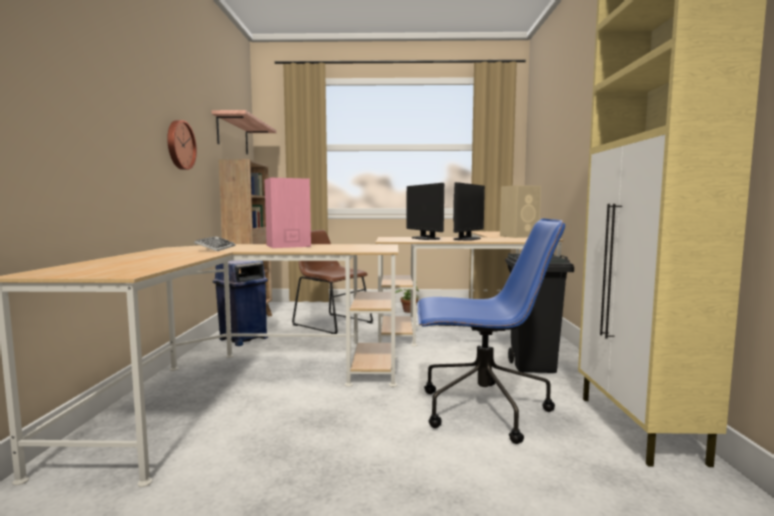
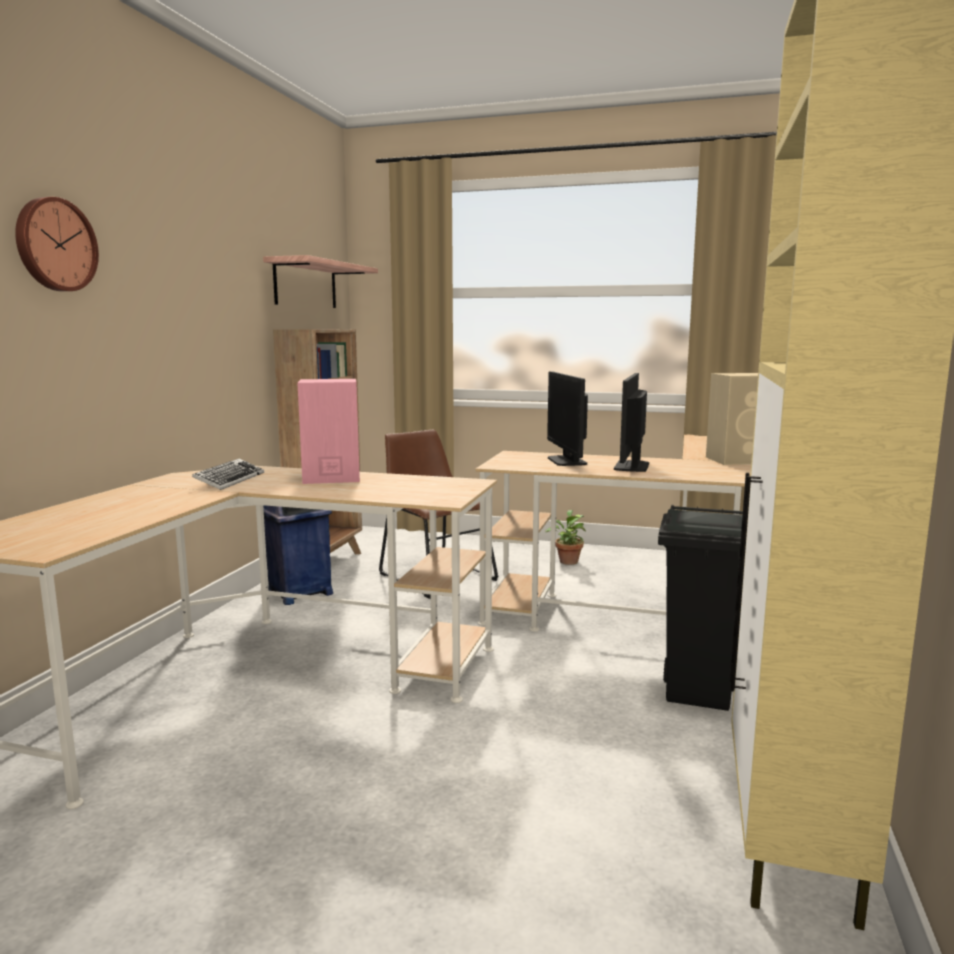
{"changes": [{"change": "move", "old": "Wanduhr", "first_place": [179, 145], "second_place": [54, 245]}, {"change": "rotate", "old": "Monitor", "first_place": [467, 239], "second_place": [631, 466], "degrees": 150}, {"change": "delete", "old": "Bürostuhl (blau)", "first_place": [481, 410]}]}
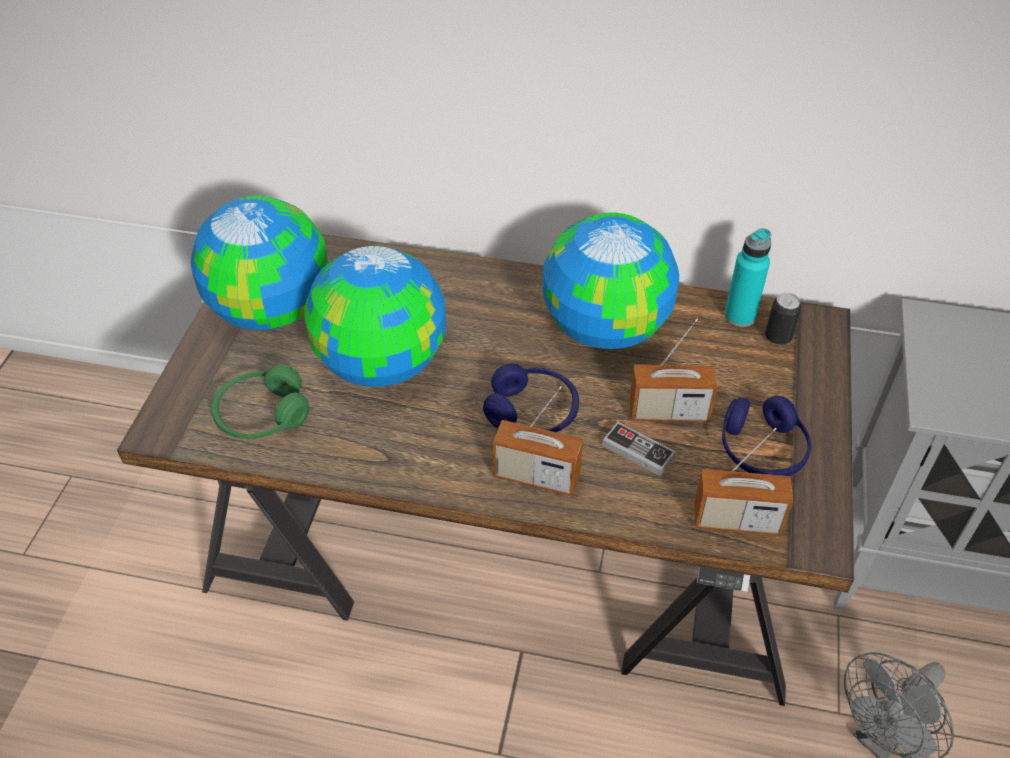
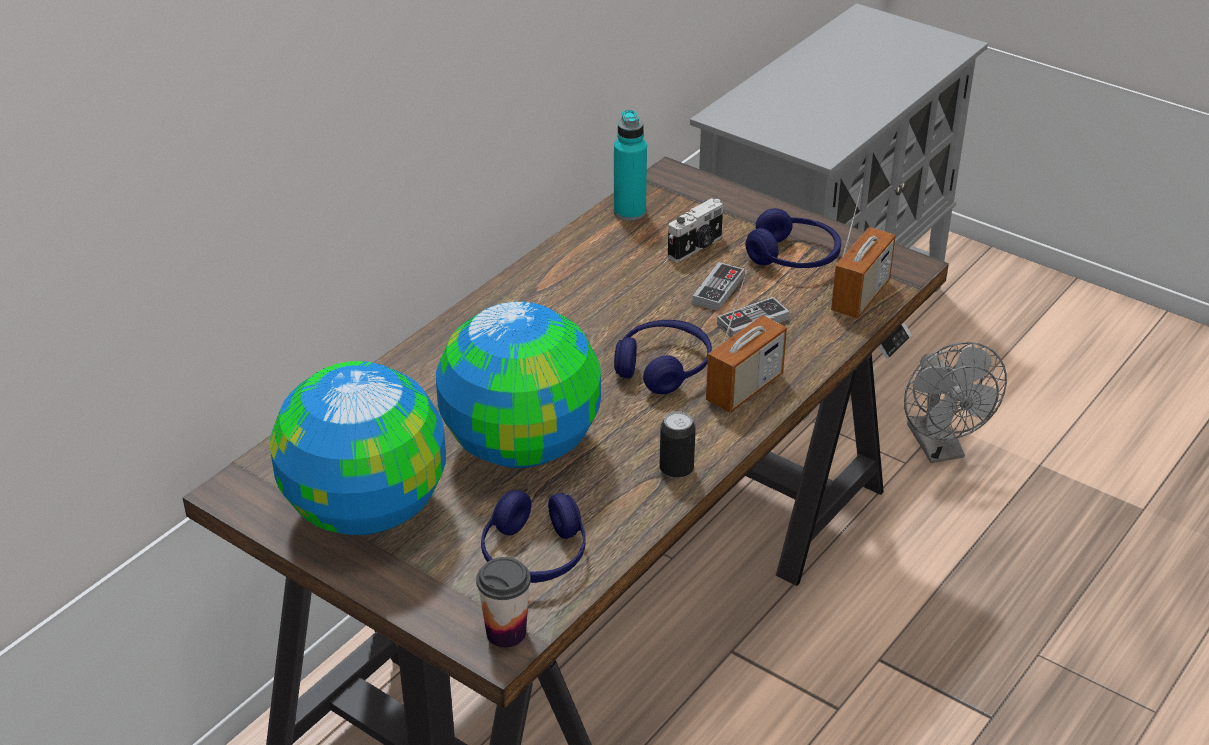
{"changes": [{"change": "delete", "old": "Globus", "first_place": [604, 328]}, {"change": "move", "old": "Dose", "first_place": [778, 337], "second_place": [676, 469]}, {"change": "replace", "old": "Radio", "new": "Gamepad", "first_place": [668, 412], "second_place": [718, 290]}, {"change": "recolor", "old": "Kopfhörer (grün)", "new": "Kopfhörer (blau)", "first_place": [262, 415], "second_place": [534, 554]}, {"change": "insert", "new": "Kamera", "second_place": [696, 247]}, {"change": "insert", "new": "Tasse", "second_place": [506, 632]}]}
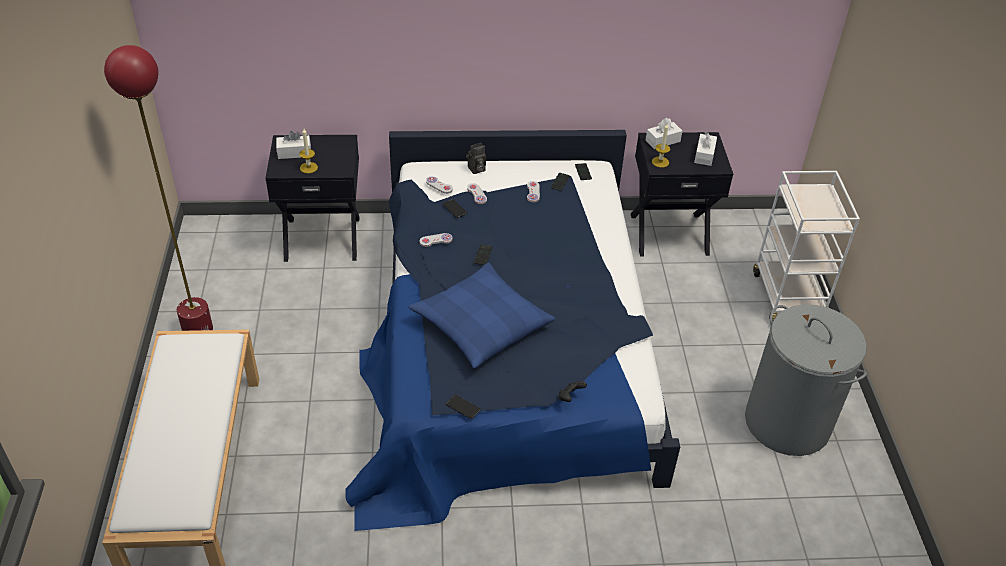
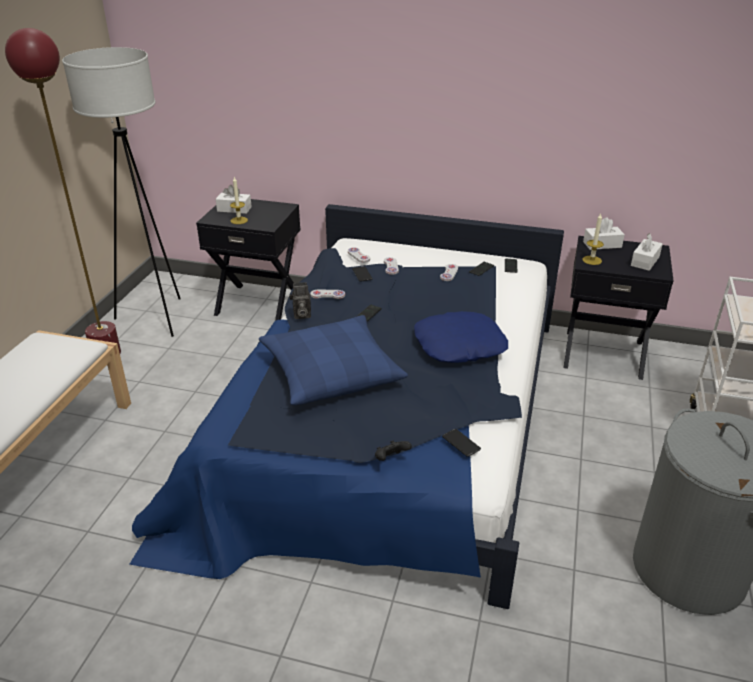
{"changes": [{"change": "move", "old": "Kamera", "first_place": [476, 169], "second_place": [301, 315]}, {"change": "move", "old": "Handy", "first_place": [463, 407], "second_place": [461, 443]}, {"change": "insert", "new": "Stehlampe (weiß)", "second_place": [156, 318]}, {"change": "insert", "new": "Kissen (blau)", "second_place": [459, 345]}]}
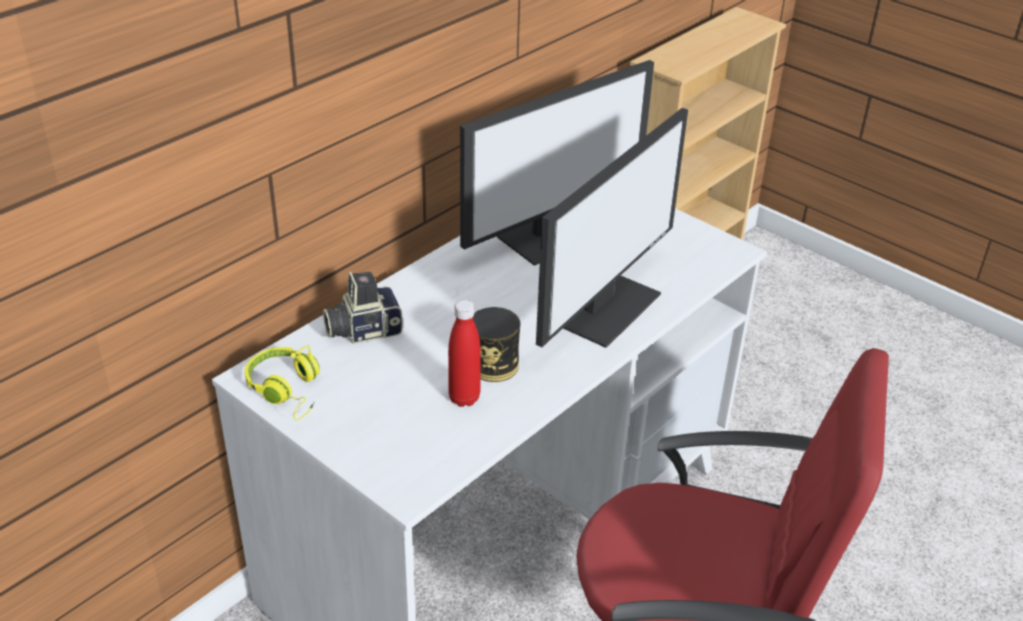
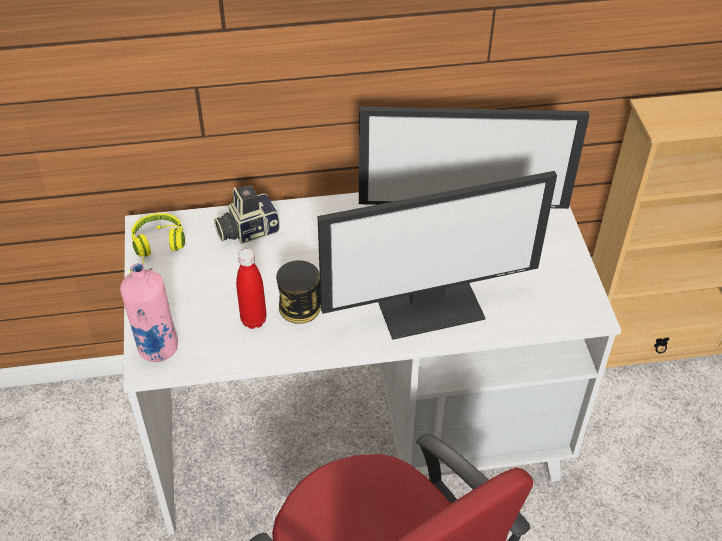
{"changes": [{"change": "rotate", "old": "Kamera", "first_place": [363, 329], "second_place": [247, 230], "degrees": -45}, {"change": "insert", "new": "Flasche (rosa)", "second_place": [157, 348]}]}
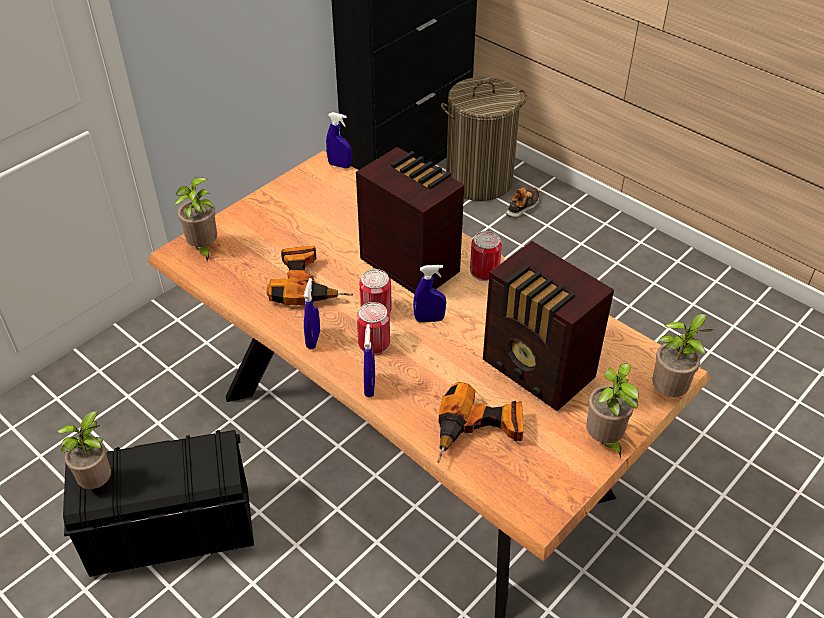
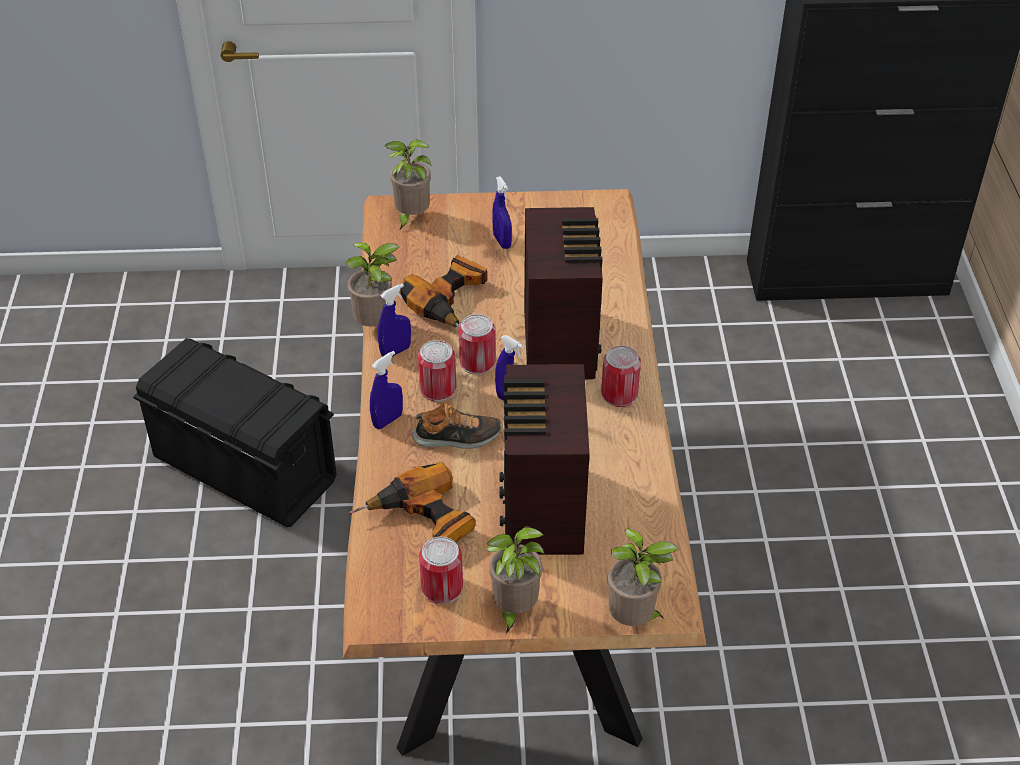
{"changes": [{"change": "delete", "old": "Wäschekorb", "first_place": [479, 181]}, {"change": "move", "old": "Sprühflasche (blau)", "first_place": [339, 165], "second_place": [502, 241]}, {"change": "move", "old": "Schuh", "first_place": [523, 206], "second_place": [457, 437]}, {"change": "move", "old": "Topfpflanze", "first_place": [99, 482], "second_place": [376, 326]}, {"change": "insert", "new": "Dose", "second_place": [442, 588]}]}
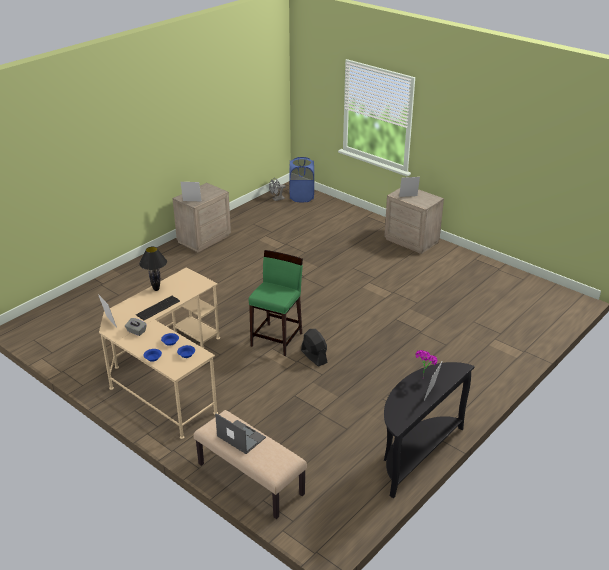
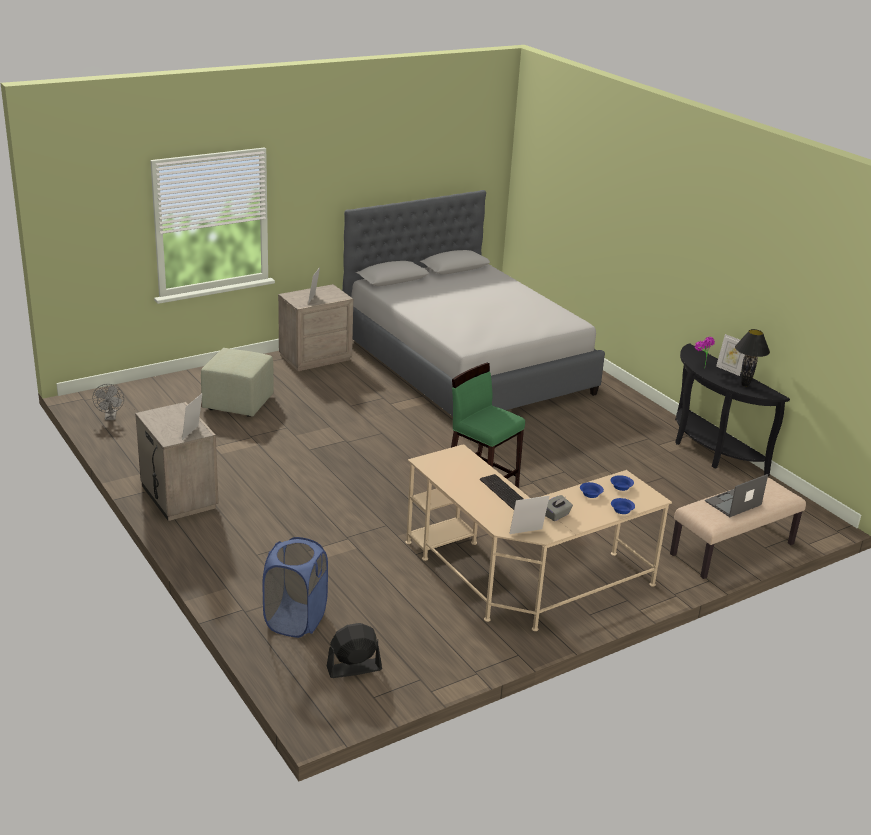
{"changes": [{"change": "move", "old": "Wäschekorb (blau)", "first_place": [302, 197], "second_place": [295, 620]}, {"change": "move", "old": "Tischlampe (schwarz)", "first_place": [156, 289], "second_place": [744, 385]}, {"change": "move", "old": "Ventilator (schwarz)", "first_place": [314, 356], "second_place": [354, 668]}, {"change": "insert", "new": "Bett (grau)", "second_place": [466, 366]}, {"change": "insert", "new": "Polsterhocker (grün)", "second_place": [238, 404]}]}
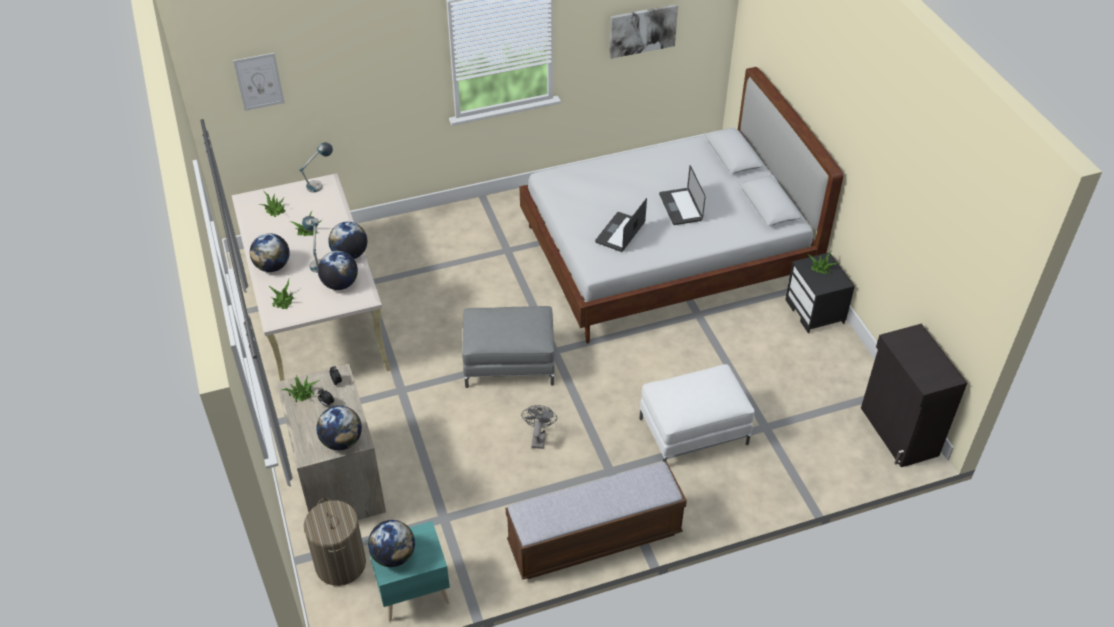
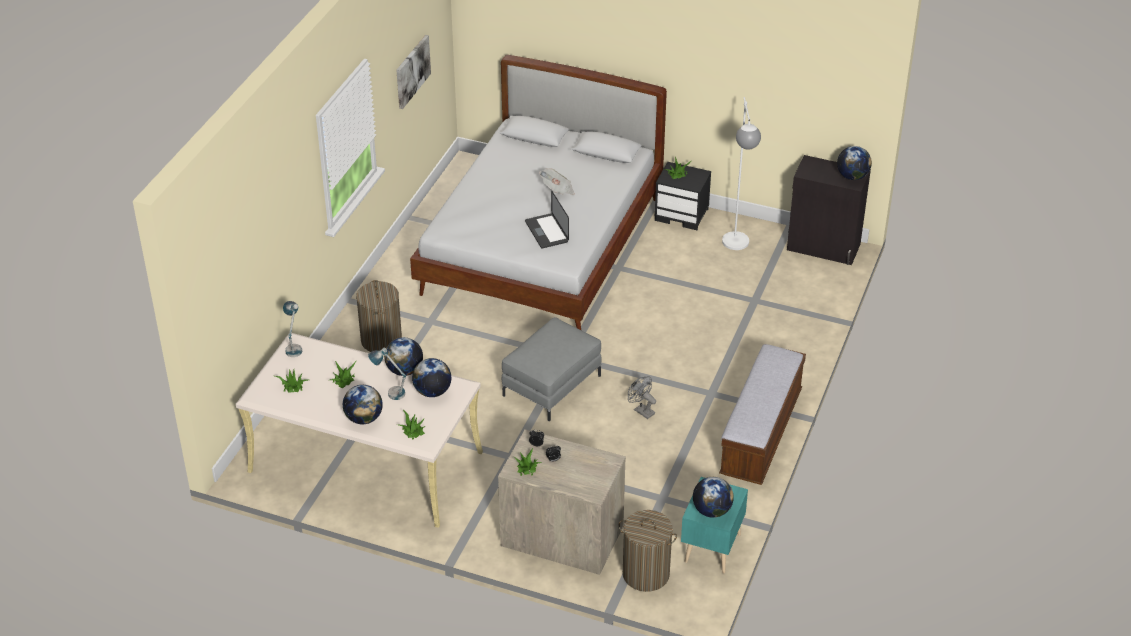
{"changes": [{"change": "delete", "old": "Bild", "first_place": [259, 81]}, {"change": "replace", "old": "Laptop", "new": "Zeitung", "first_place": [680, 207], "second_place": [557, 190]}, {"change": "delete", "old": "Polsterhocker (weiß)", "first_place": [693, 431]}, {"change": "move", "old": "Globus", "first_place": [342, 441], "second_place": [852, 176]}, {"change": "insert", "new": "Stehlampe (weiß)", "second_place": [737, 248]}, {"change": "insert", "new": "Wäschekorb", "second_place": [381, 340]}]}
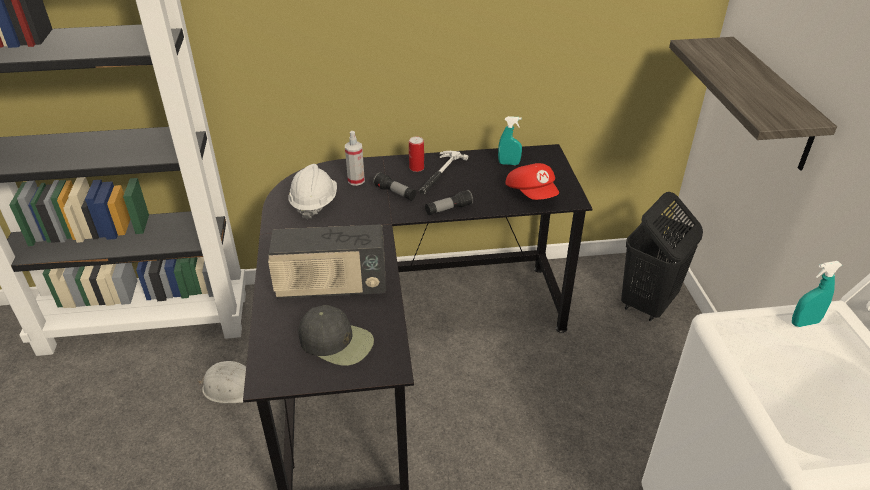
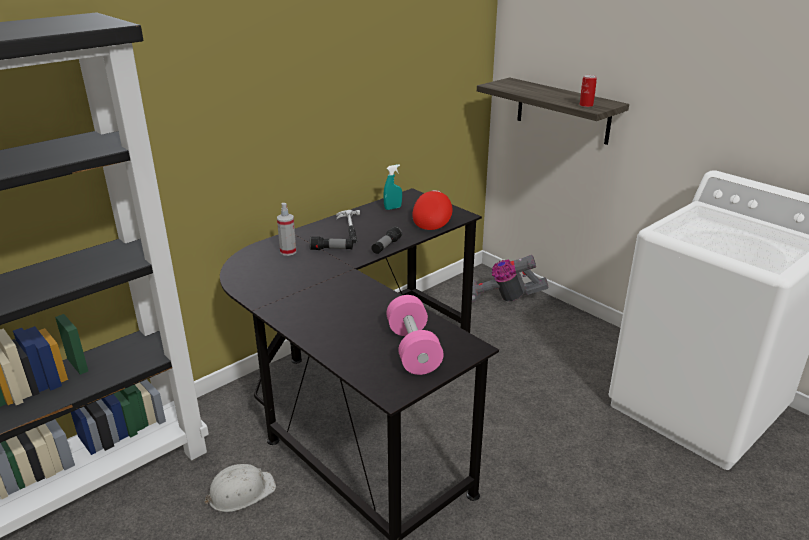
{"changes": [{"change": "move", "old": "Dose", "first_place": [416, 168], "second_place": [586, 105]}, {"change": "rotate", "old": "Kappe (rot)", "first_place": [532, 193], "second_place": [432, 220], "degrees": -105}, {"change": "delete", "old": "Schutzhelm (weiß)", "first_place": [314, 203]}, {"change": "replace", "old": "Wäschekorb (schwarz)", "new": "Staubsauger", "first_place": [647, 303], "second_place": [504, 298]}, {"change": "delete", "old": "Radio", "first_place": [331, 287]}, {"change": "delete", "old": "Sprühflasche (türkis)", "first_place": [804, 323]}, {"change": "replace", "old": "Kappe (schwarz)", "new": "Hantel (rosa)", "first_place": [337, 341], "second_place": [413, 349]}]}
